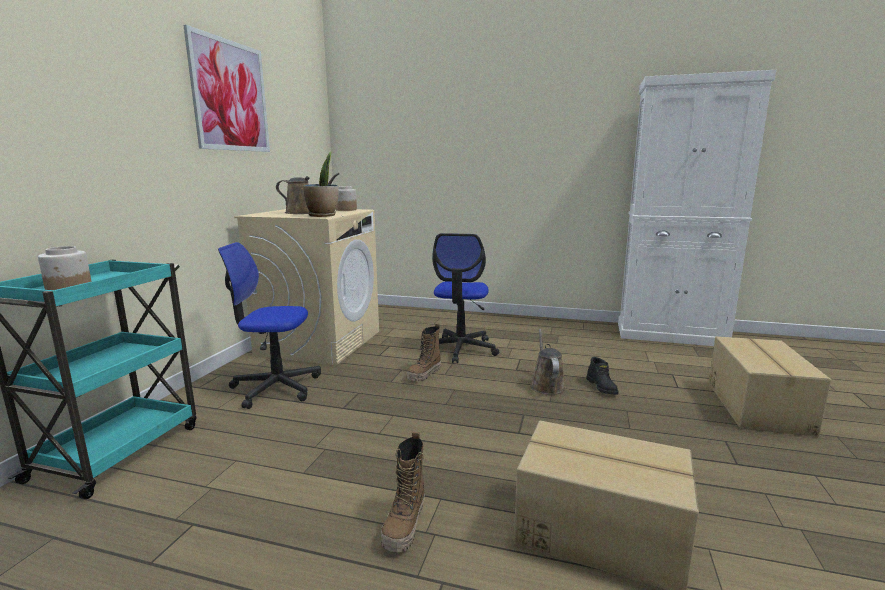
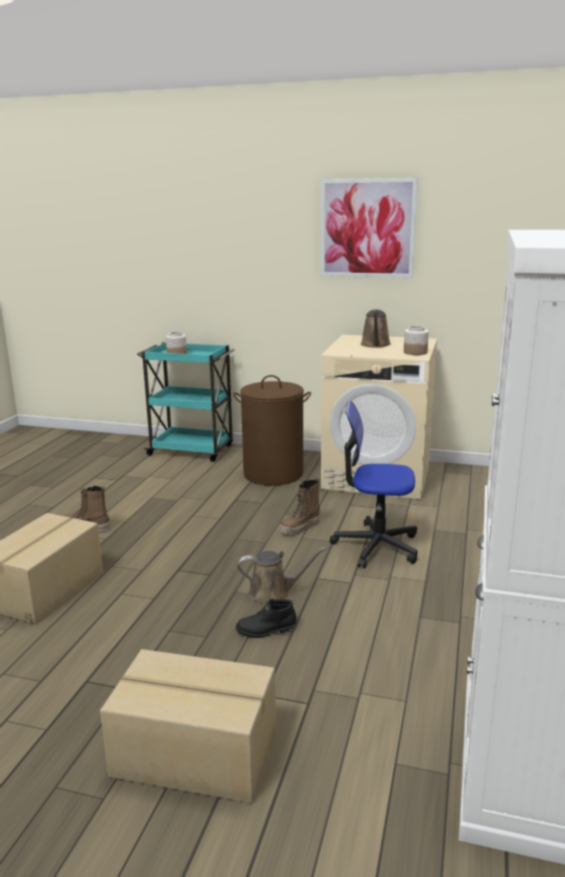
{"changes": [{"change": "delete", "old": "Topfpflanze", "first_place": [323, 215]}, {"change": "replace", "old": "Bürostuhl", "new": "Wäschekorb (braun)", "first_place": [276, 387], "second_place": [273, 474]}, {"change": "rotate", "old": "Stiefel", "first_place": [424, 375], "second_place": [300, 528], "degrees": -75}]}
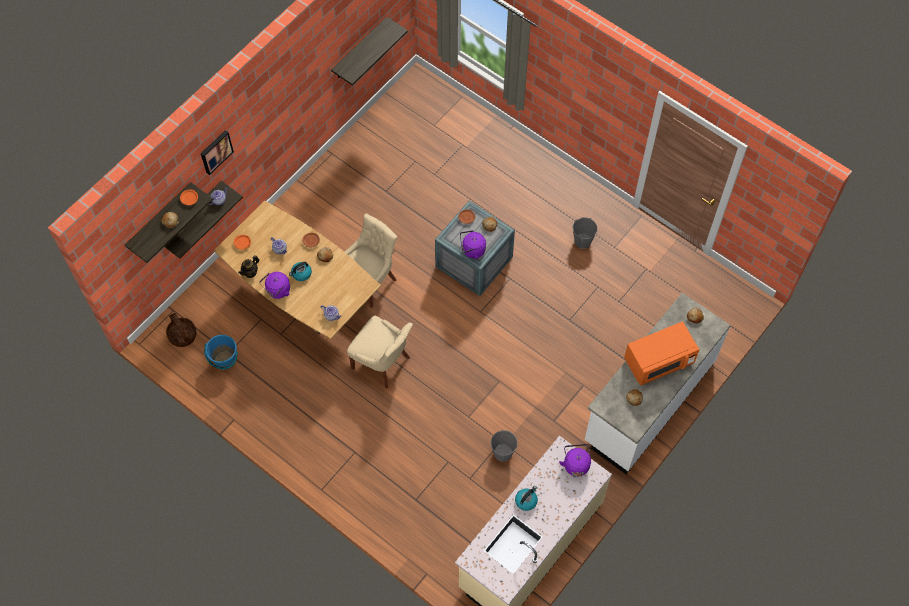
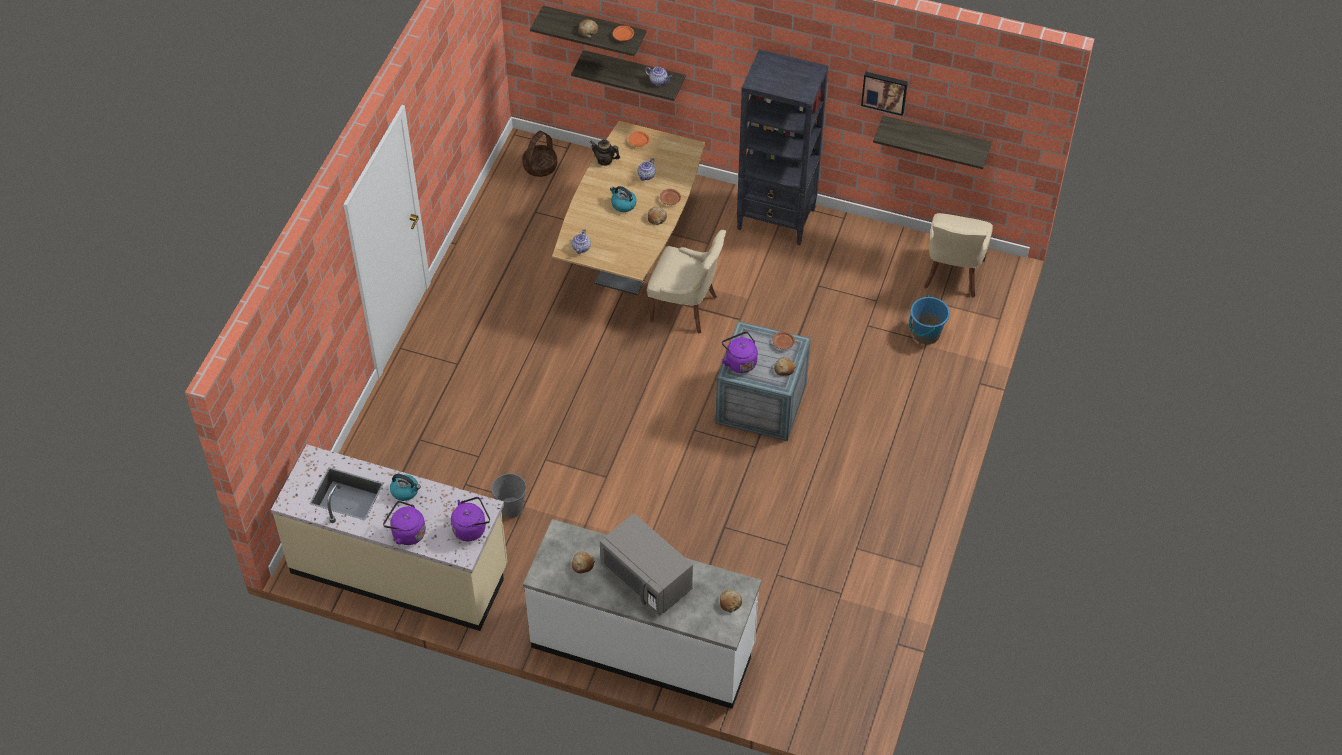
{"changes": [{"change": "move", "old": "Bild", "first_place": [215, 151], "second_place": [884, 92]}, {"change": "delete", "old": "Eimer (grau)", "first_place": [583, 241]}, {"change": "move", "old": "Wasserkessel (lila)", "first_place": [277, 291], "second_place": [406, 533]}, {"change": "move", "old": "Stuhl (beige)", "first_place": [382, 363], "second_place": [952, 274]}, {"change": "recolor", "old": "Mikrowelle (orange)", "new": "Mikrowelle (grau)", "first_place": [658, 361], "second_place": [646, 578]}, {"change": "move", "old": "Eimer (blau)", "first_place": [225, 360], "second_place": [926, 334]}, {"change": "insert", "new": "Bücherregal (schwarz)", "second_place": [777, 219]}]}
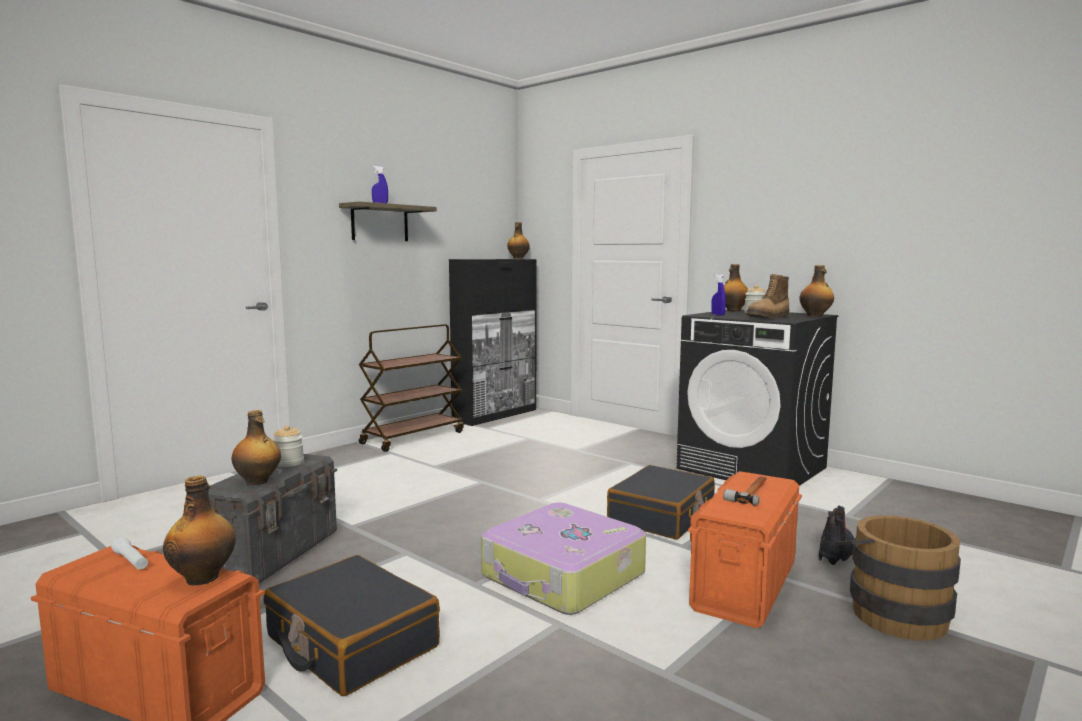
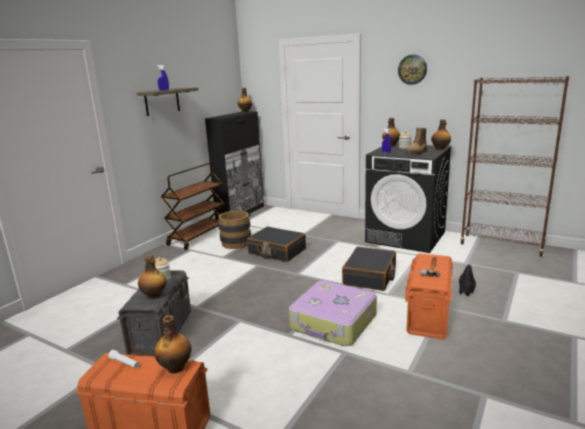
{"changes": [{"change": "move", "old": "Eimer (braun)", "first_place": [892, 612], "second_place": [235, 242]}, {"change": "move", "old": "Koffer (schwarz)", "first_place": [351, 642], "second_place": [277, 251]}, {"change": "insert", "new": "Wanduhr", "second_place": [412, 69]}, {"change": "insert", "new": "Bücherregal (braun)", "second_place": [502, 245]}]}
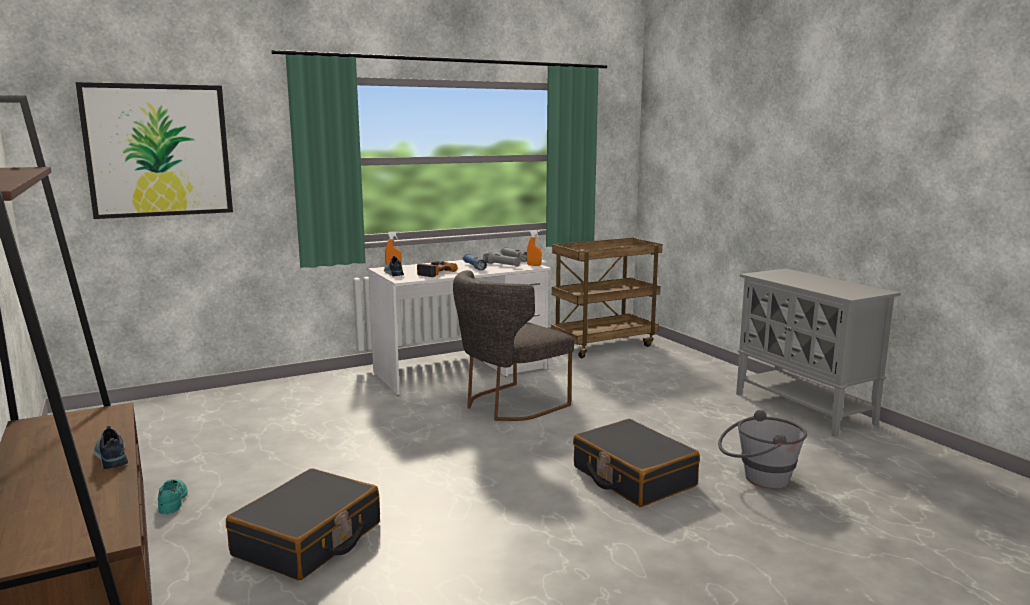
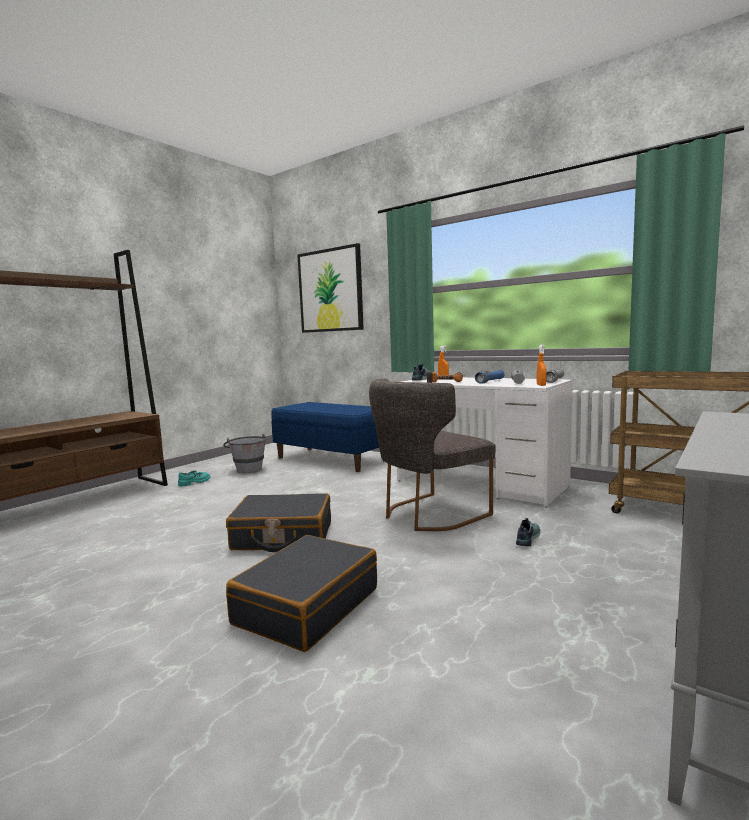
{"changes": [{"change": "rotate", "old": "Stuhl (grau)", "first_place": [508, 405], "second_place": [428, 515], "degrees": -60}, {"change": "move", "old": "Eimer (grau)", "first_place": [757, 479], "second_place": [247, 468]}, {"change": "move", "old": "Schuh", "first_place": [110, 456], "second_place": [526, 538]}, {"change": "move", "old": "Koffer (schwarz)", "first_place": [308, 540], "second_place": [283, 536]}, {"change": "insert", "new": "Bank (blau)", "second_place": [332, 459]}]}
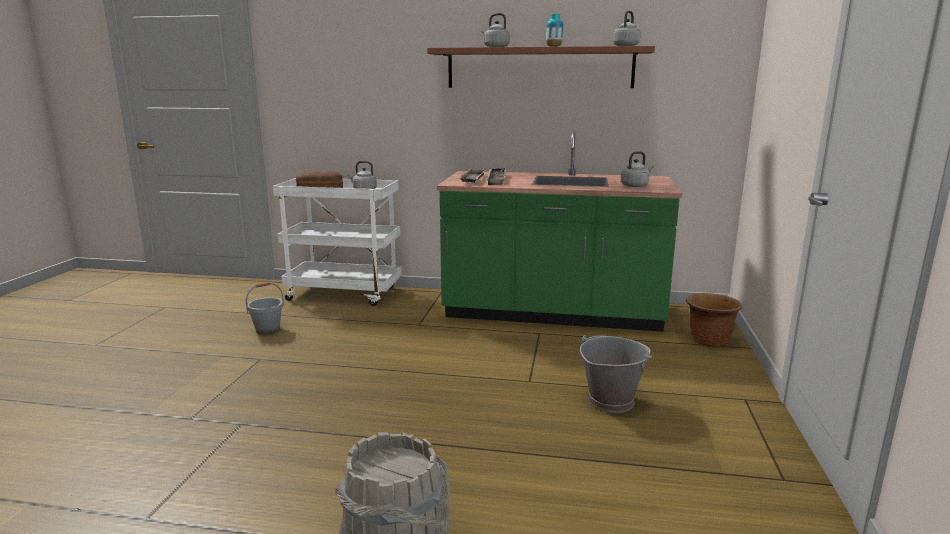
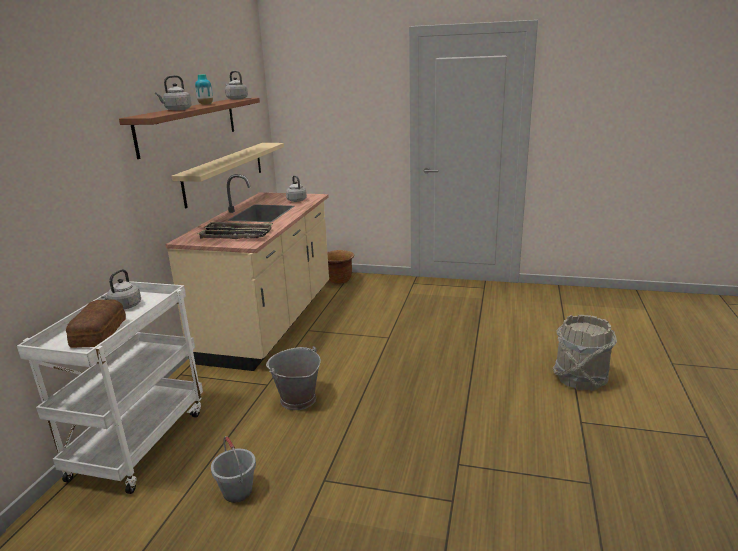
{"changes": [{"change": "recolor", "old": "Küchenzeile (grün)", "new": "Küchenzeile (beige)", "first_place": [552, 313], "second_place": [270, 323]}, {"change": "move", "old": "Eimer (grau)", "first_place": [610, 400], "second_place": [297, 399]}, {"change": "insert", "new": "Wandregal (beige)", "second_place": [225, 172]}]}
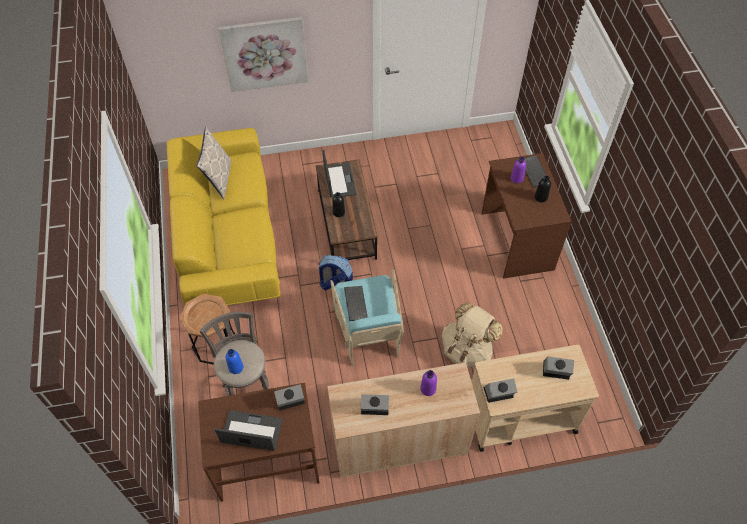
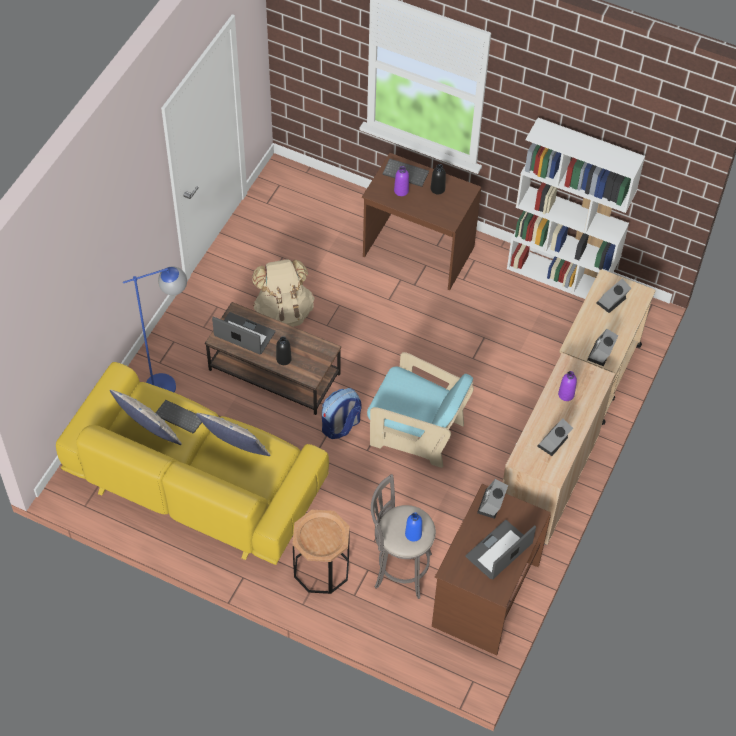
{"changes": [{"change": "delete", "old": "Bild", "first_place": [265, 54]}, {"change": "move", "old": "Tastatur", "first_place": [355, 303], "second_place": [178, 417]}, {"change": "move", "old": "Rucksack (beige)", "first_place": [467, 349], "second_place": [284, 311]}, {"change": "insert", "new": "Bücherregal (weiß)", "second_place": [561, 276]}, {"change": "insert", "new": "Stehlampe (blau)", "second_place": [171, 384]}, {"change": "insert", "new": "Kissen", "second_place": [235, 451]}]}
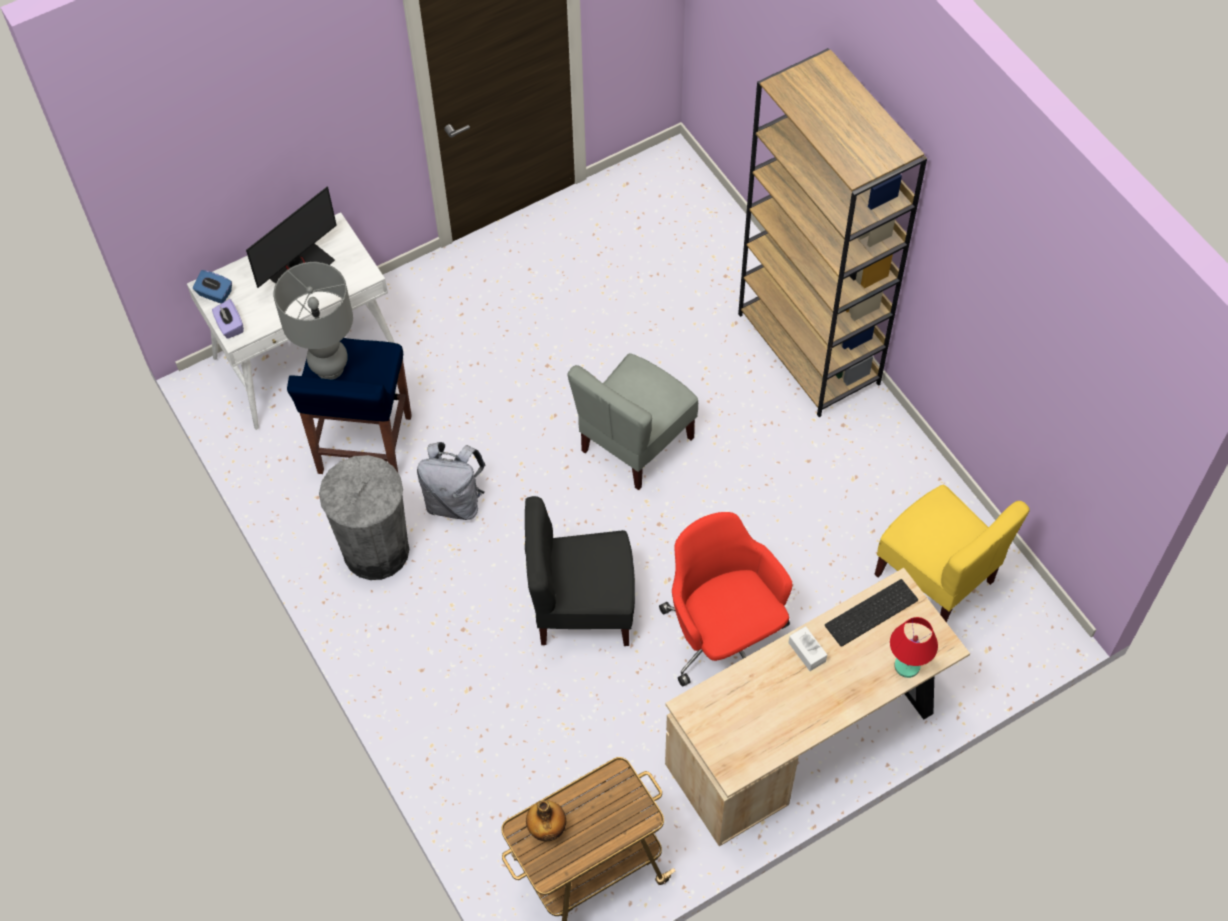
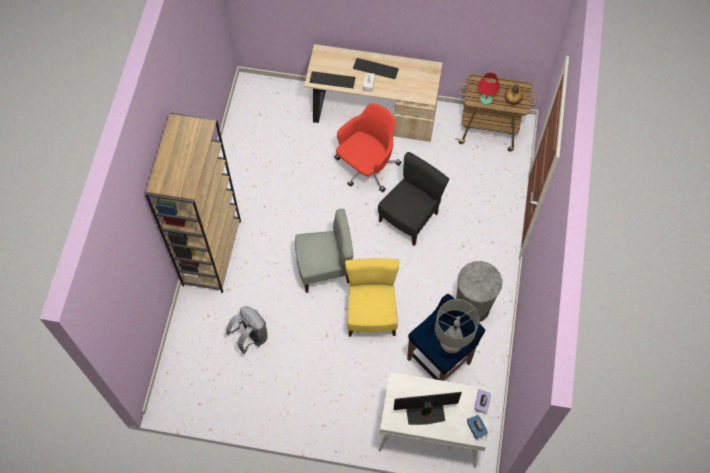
{"changes": [{"change": "move", "old": "Rucksack (grau)", "first_place": [455, 501], "second_place": [251, 337]}, {"change": "move", "old": "Stuhl (gelb)", "first_place": [936, 577], "second_place": [371, 314]}, {"change": "rotate", "old": "Stuhl (schwarz)", "first_place": [582, 609], "second_place": [409, 218], "degrees": -90}, {"change": "rotate", "old": "Bürostuhl (rot)", "first_place": [723, 636], "second_place": [366, 167], "degrees": -150}, {"change": "move", "old": "Tischlampe (rot)", "first_place": [906, 666], "second_place": [486, 100]}, {"change": "insert", "new": "Tastatur", "second_place": [376, 68]}]}
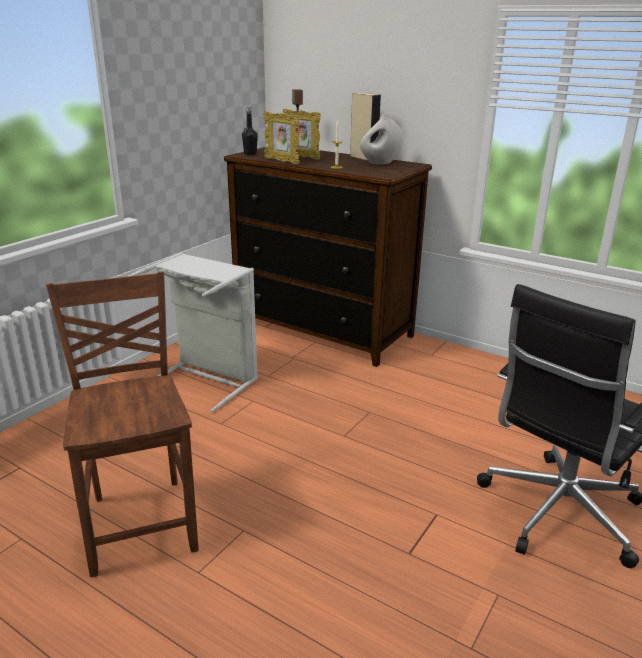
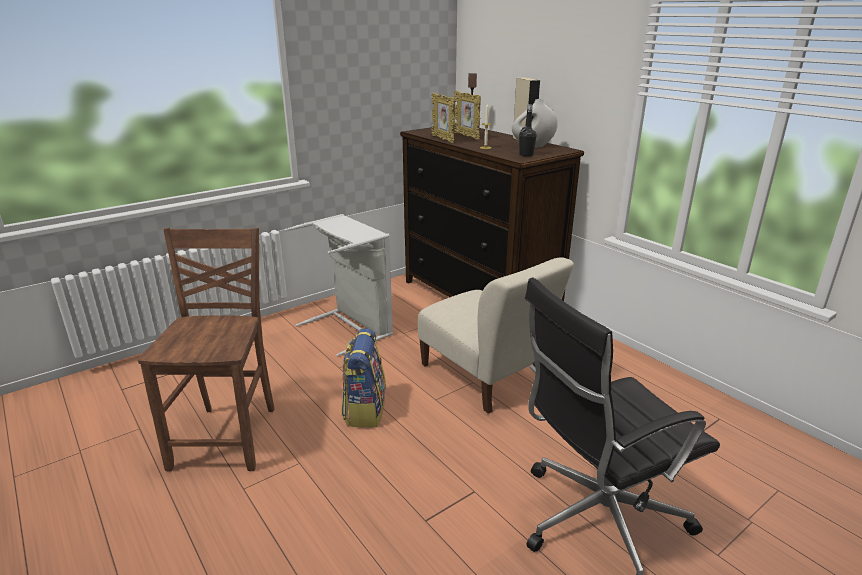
{"changes": [{"change": "move", "old": "Flasche (schwarz)", "first_place": [250, 154], "second_place": [526, 155]}, {"change": "insert", "new": "Stuhl (beige)", "second_place": [485, 377]}, {"change": "insert", "new": "Rucksack", "second_place": [364, 410]}]}
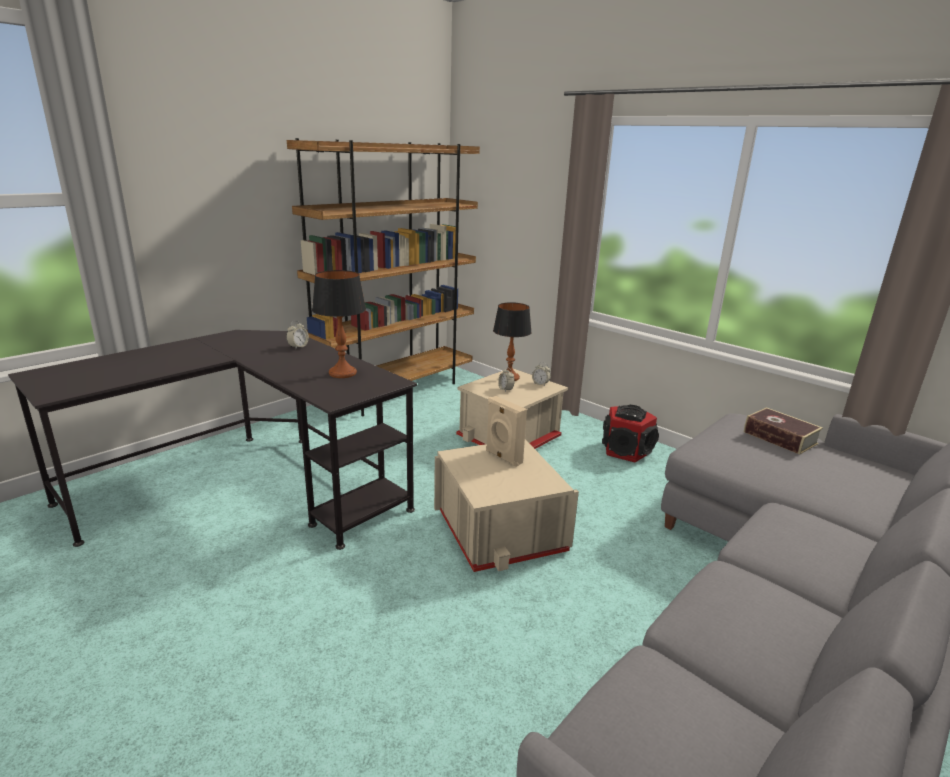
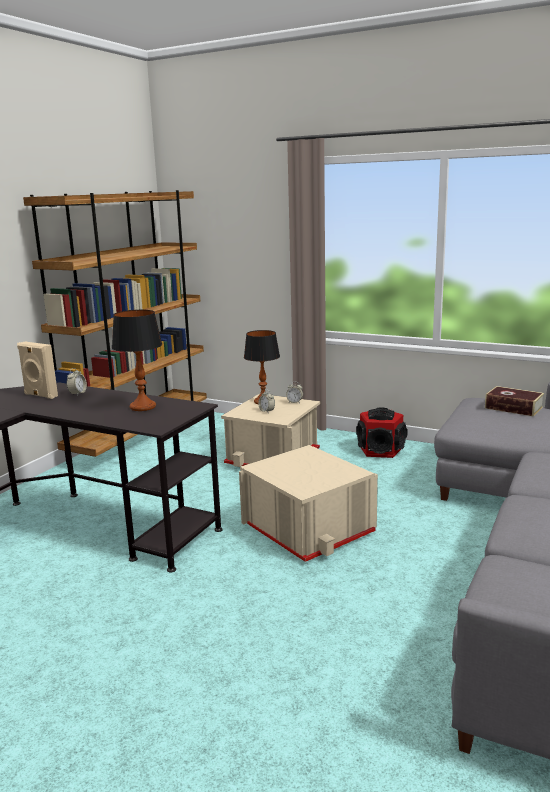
{"changes": [{"change": "move", "old": "Lautsprecher (beige)", "first_place": [503, 457], "second_place": [40, 395]}]}
